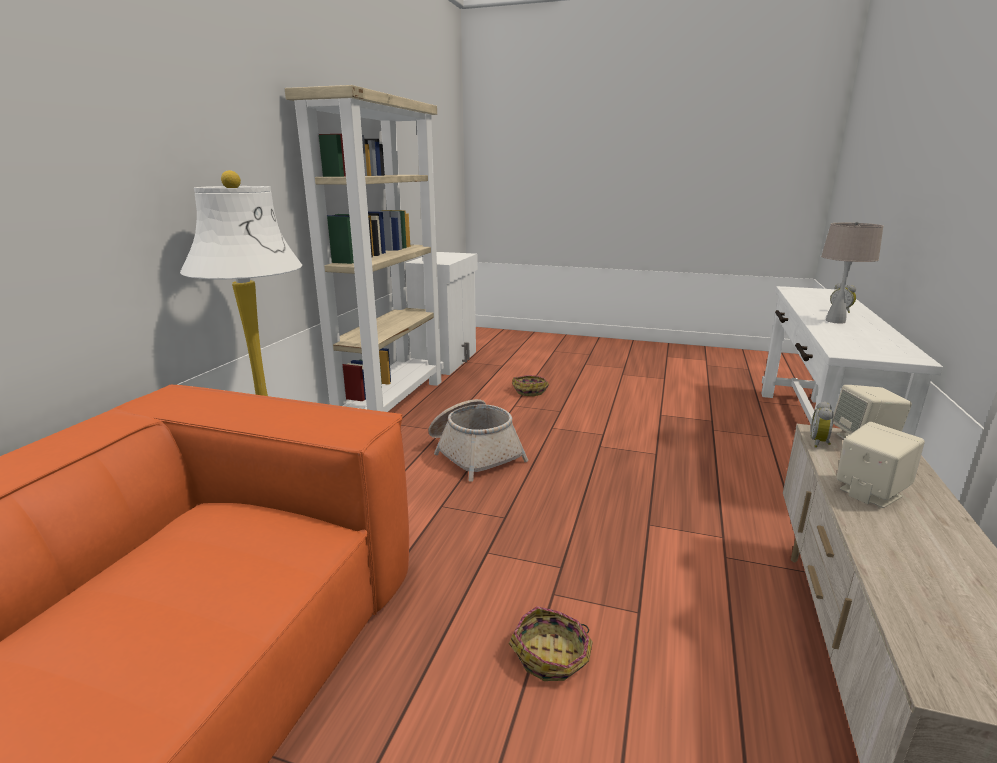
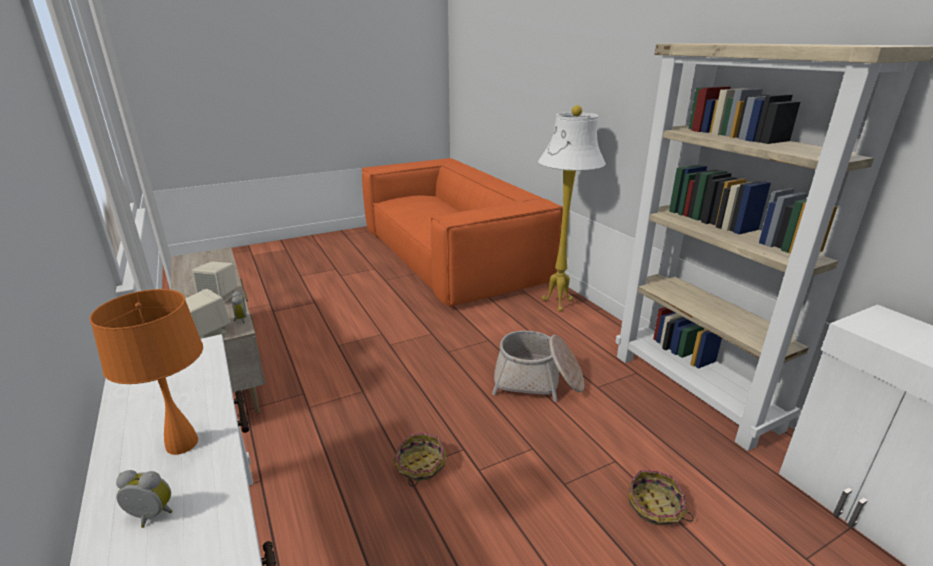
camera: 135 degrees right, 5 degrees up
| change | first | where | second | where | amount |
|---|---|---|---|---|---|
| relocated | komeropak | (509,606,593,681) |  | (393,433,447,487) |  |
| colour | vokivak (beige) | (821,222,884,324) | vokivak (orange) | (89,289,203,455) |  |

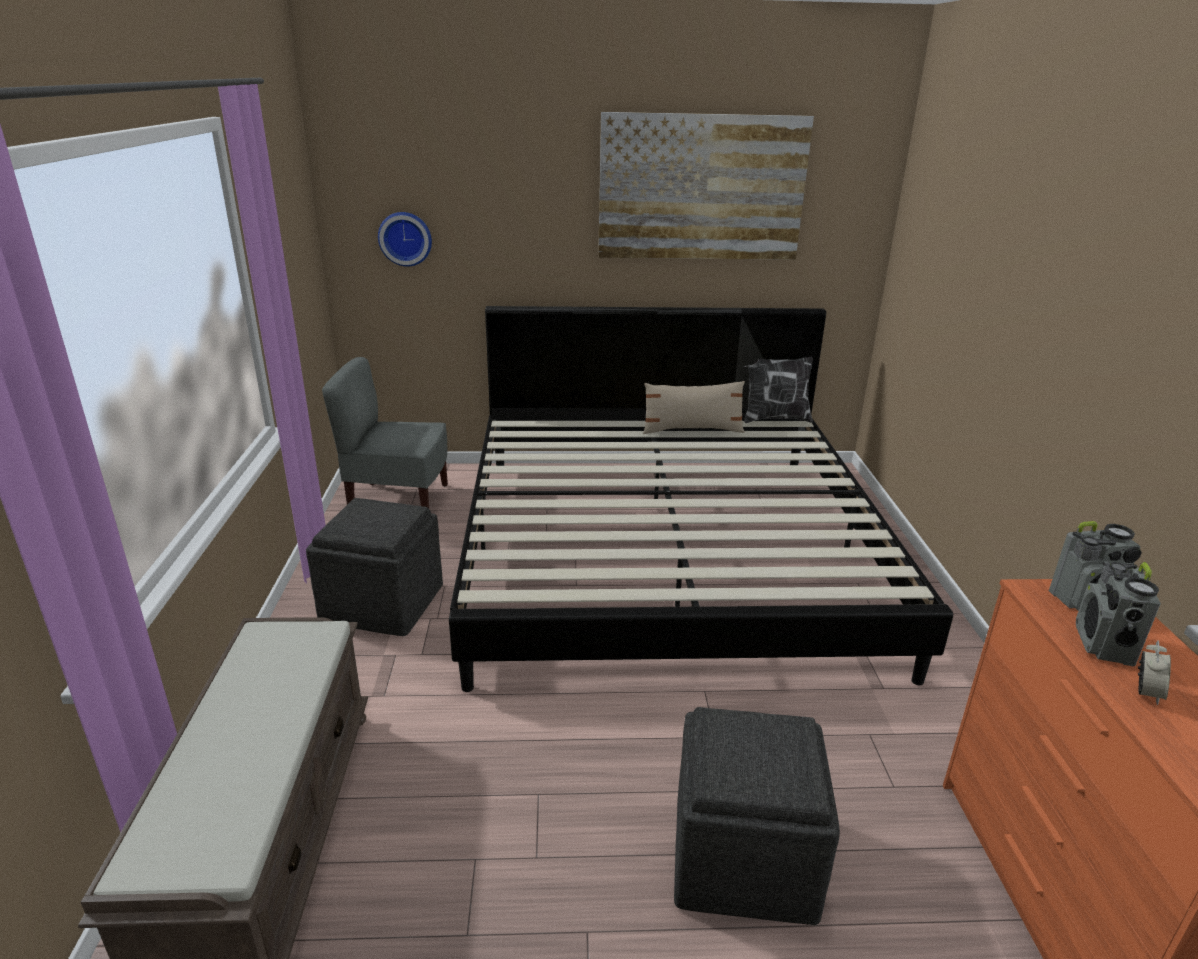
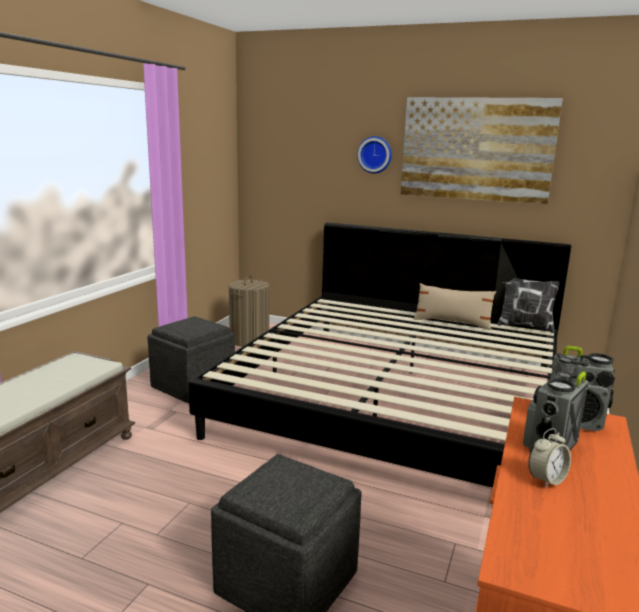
camera: 25 degrees right, 10 degrees down
| change | first | where | second | where | amount |
|---|---|---|---|---|---|
| exchanged | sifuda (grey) | (322,357,448,508) | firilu | (228,275,270,347) |  |
| relocated | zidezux | (378,212,432,267) |  | (357,136,392,174) |  |

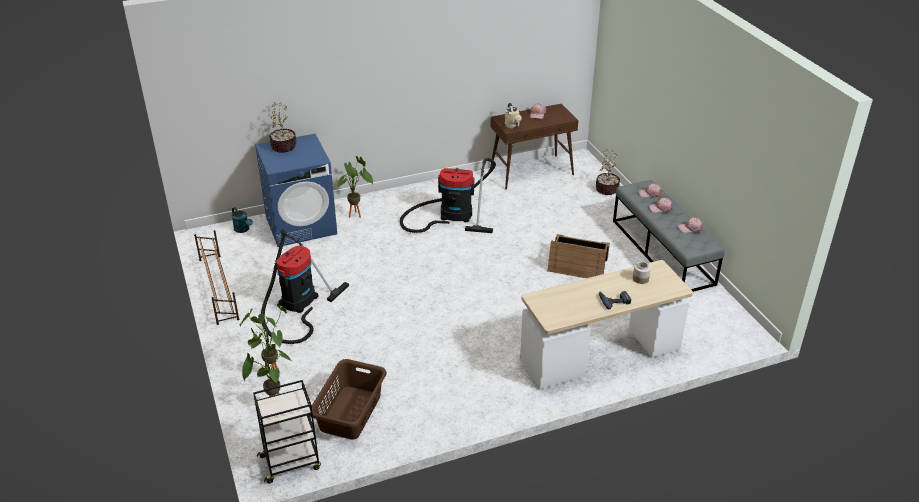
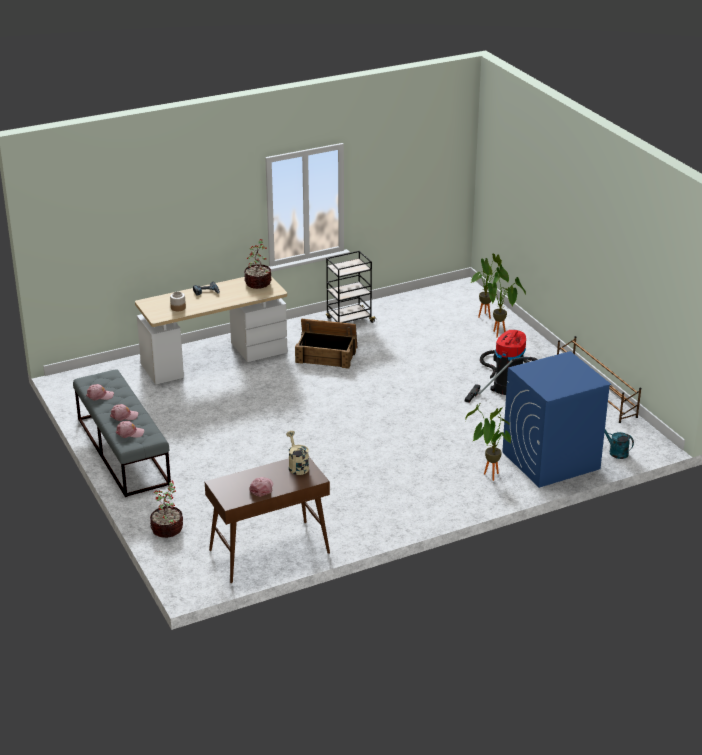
camera: 175 degrees right, 5 degrees down
| change | first | where | second | where | amount |
|---|---|---|---|---|---|
| relocated | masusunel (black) | (253,380,321,483) |  | (326,251,377,323) |  |
| relocated | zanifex | (270,102,297,153) |  | (244,239,271,289) |  |
| missing | firilu (brown) | (310,359,387,440) |  |  |  |
| missing | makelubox | (400,158,496,233) |  |  |  |
| relocated | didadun | (547,234,610,278) |  | (295,319,357,369) |  |

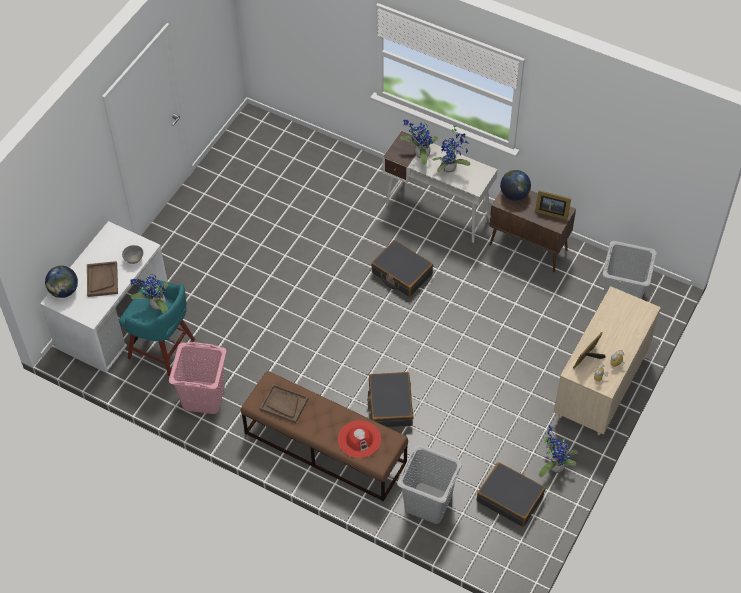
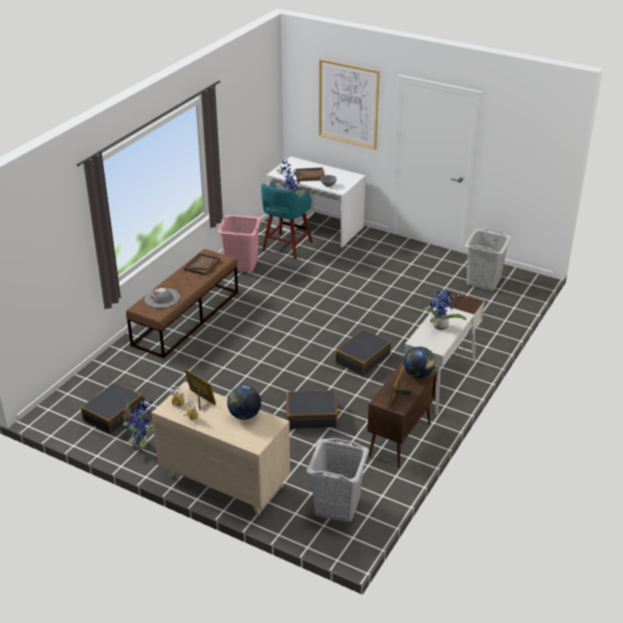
camera: 90 degrees right, 20 degrees down
| change | first | where | second | where | amount |
|---|---|---|---|---|---|
| relocated | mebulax | (45,266,78,298) |  | (227,385,261,420) |  |
| colour | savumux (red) | (338,420,381,458) | savumux (grey) | (144,288,180,308) |  |
| relocated | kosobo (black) | (367,372,413,427) |  | (286,390,338,429) |  |
| relocated | firilu (grey) | (397,444,463,524) |  | (465,228,512,291) |  |
| missing | zanifex | (400,119,438,165) |  |  |  |
| appeared |  |  | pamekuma | (319,59,380,149) |  |

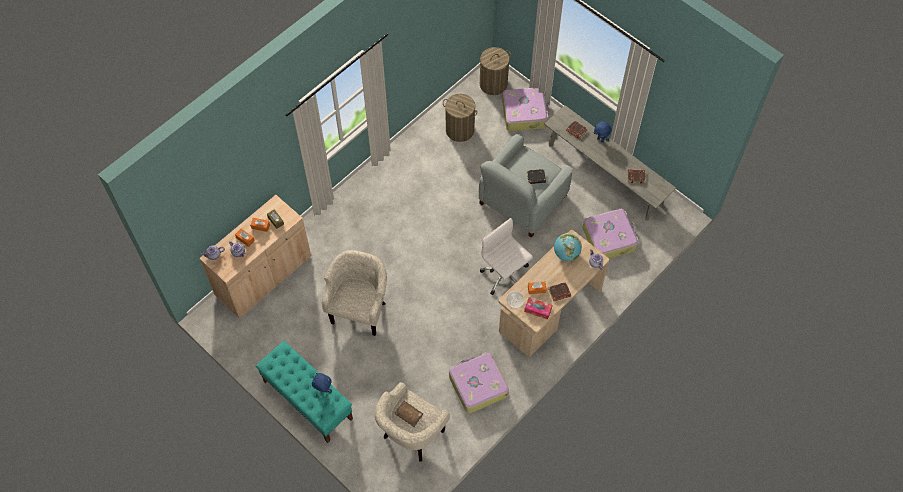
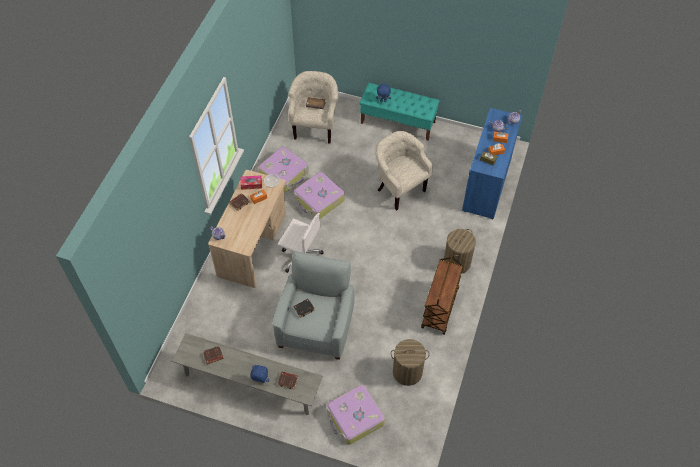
camera: 155 degrees right, 5 degrees down
| change | first | where | second | where | amount |
|---|---|---|---|---|---|
| colour | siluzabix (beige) | (199,195,311,318) | siluzabix (blue) | (462,108,522,219) |  |
| spun | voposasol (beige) | (322,250,387,336) |  | (375,131,433,211) | 150 degrees clockwise |
| relocated | firilu | (478,47,511,95) |  | (444,229,476,274) |  |
| missing | mebulax | (554,233,582,261) |  |  |  |
| relocated | kosobo | (582,209,639,259) |  | (294,172,345,219) |  |
| appeared |  |  | masusunel (brown) | (421,253,463,335) |  |

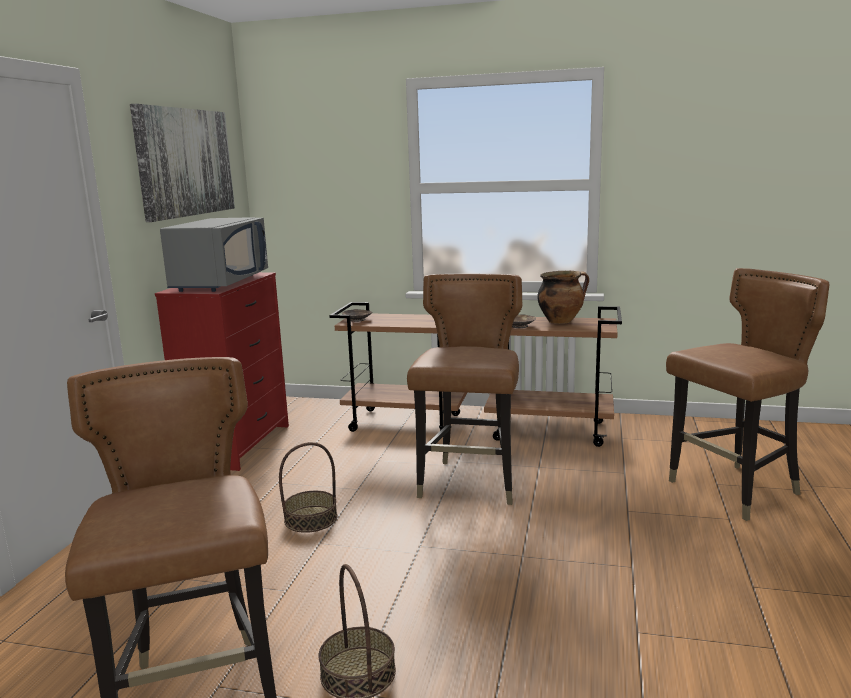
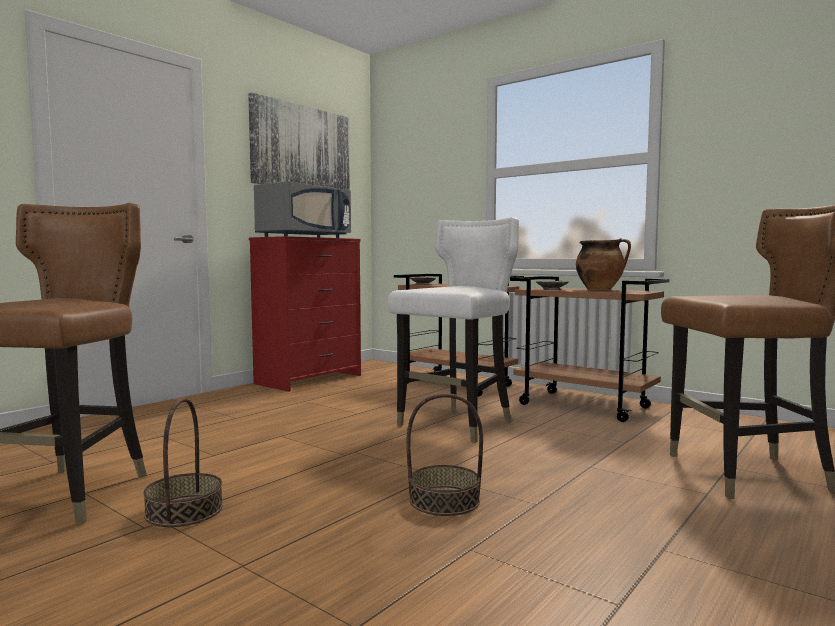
camera: 25 degrees right, 10 degrees down
| change | first | where | second | where | amount |
|---|---|---|---|---|---|
| relocated | komeropak | (279,442,337,533) |  | (406,393,483,516) |  |
| colour | sifuda (brown) | (407,274,522,505) | sifuda (white) | (388,217,519,443) |  |

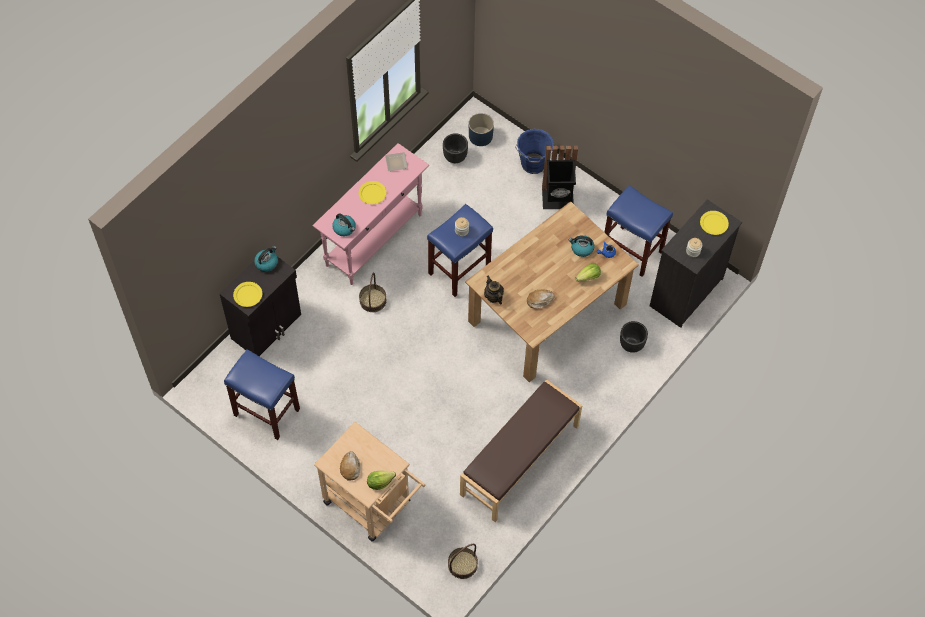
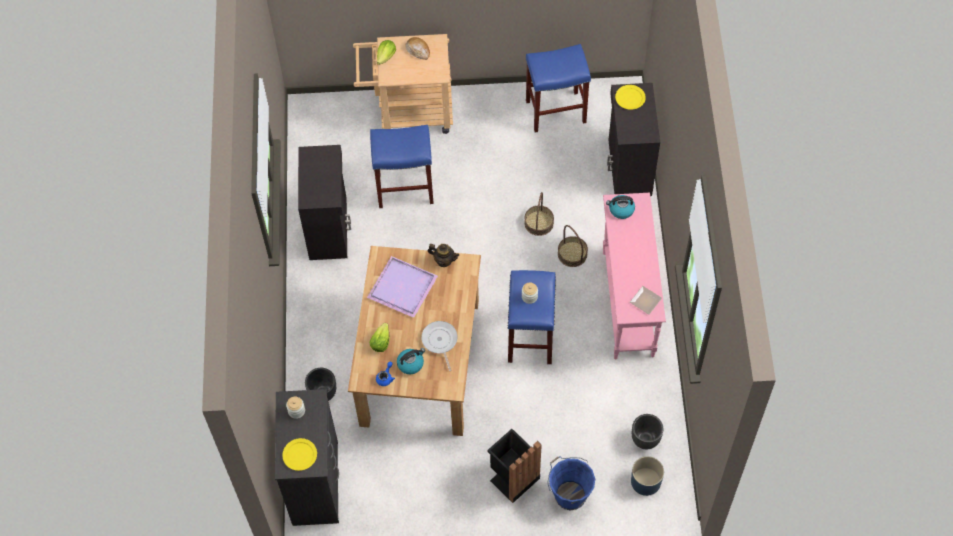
camera: 140 degrees right, 0 degrees up
| change | first | where | second | where | amount |
|---|---|---|---|---|---|
| missing | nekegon | (254,246,278,272) |  |  |  |
| missing | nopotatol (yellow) | (359,181,386,204) |  |  |  |
| relocated | komeropak | (448,544,478,579) |  | (524,192,554,236) |  |
| exchanged | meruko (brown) | (460,379,582,522) | siluzabix (black) | (298,145,351,260) |  |
| exchanged | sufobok | (527,289,555,309) | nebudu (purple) | (367,256,438,318) |  |
| relocated | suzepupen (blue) | (604,185,673,277) |  | (370,125,434,208) |  |
| appeared |  |  | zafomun | (421,321,458,371) |  |

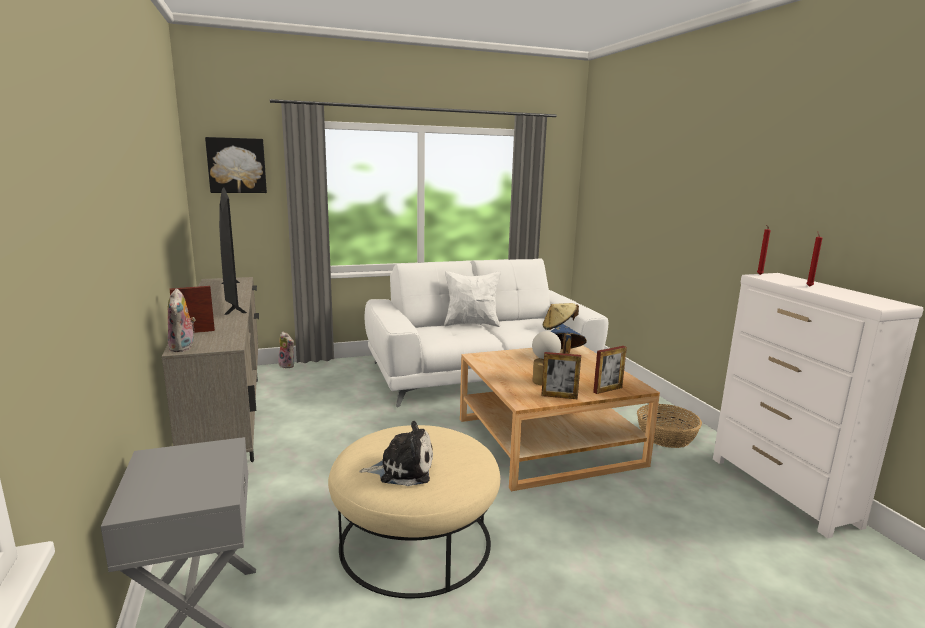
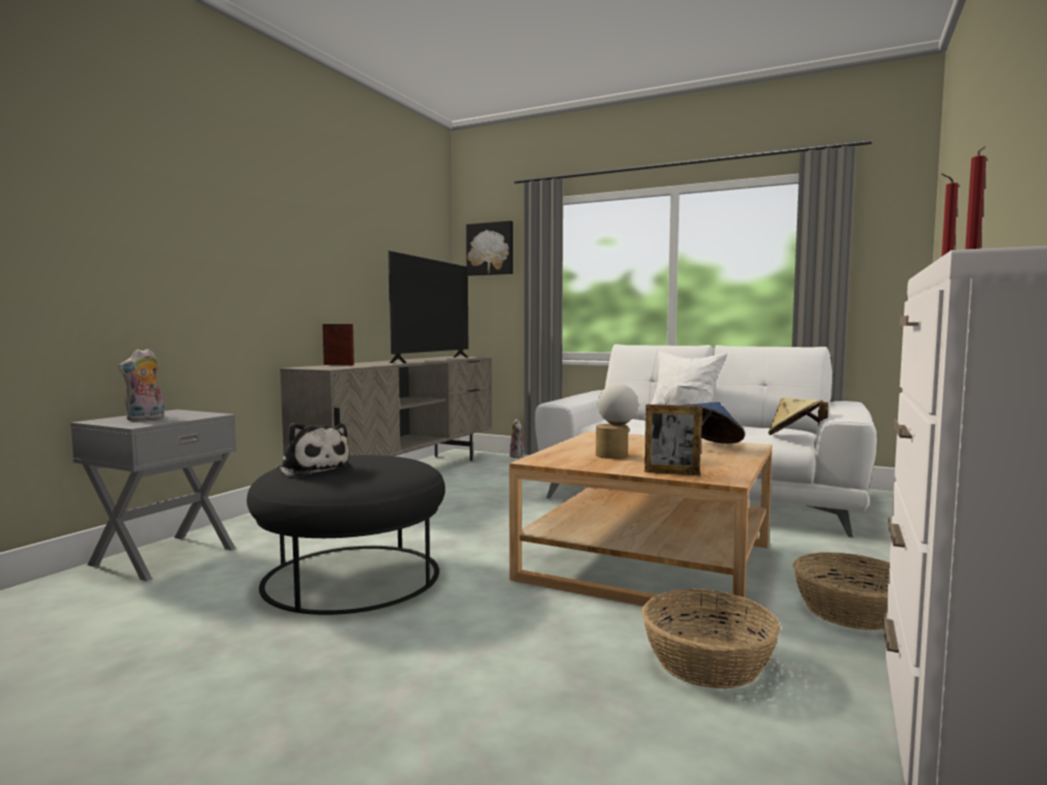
camera: 45 degrees right, 10 degrees down
| change | first | where | second | where | amount |
|---|---|---|---|---|---|
| relocated | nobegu | (168,288,196,352) |  | (118,349,164,421) |  |
| colour | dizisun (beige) | (328,425,500,598) | dizisun (black) | (247,455,445,615) |  |
| missing | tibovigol | (541,352,581,400) |  |  |  |
| appeared |  |  | komeropak | (642,589,781,689) |  |

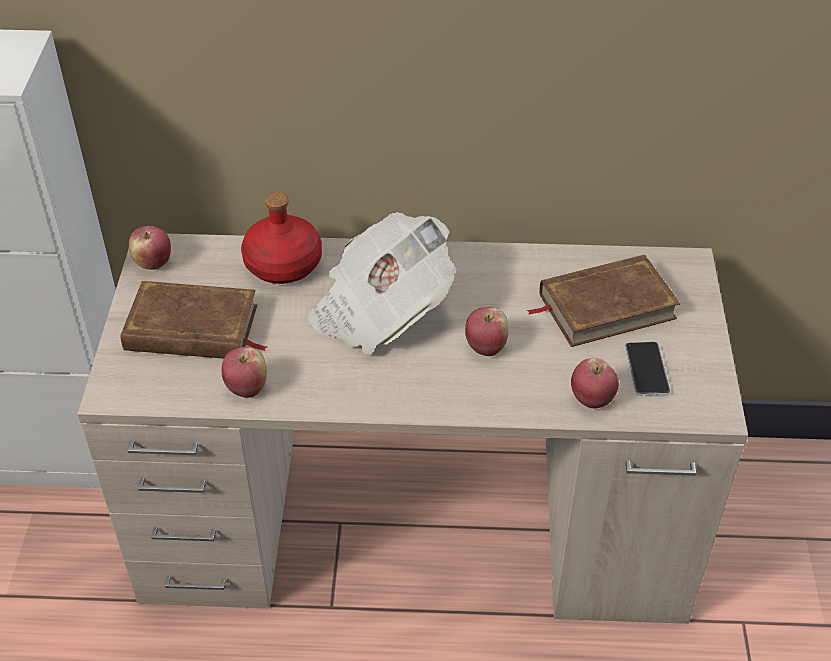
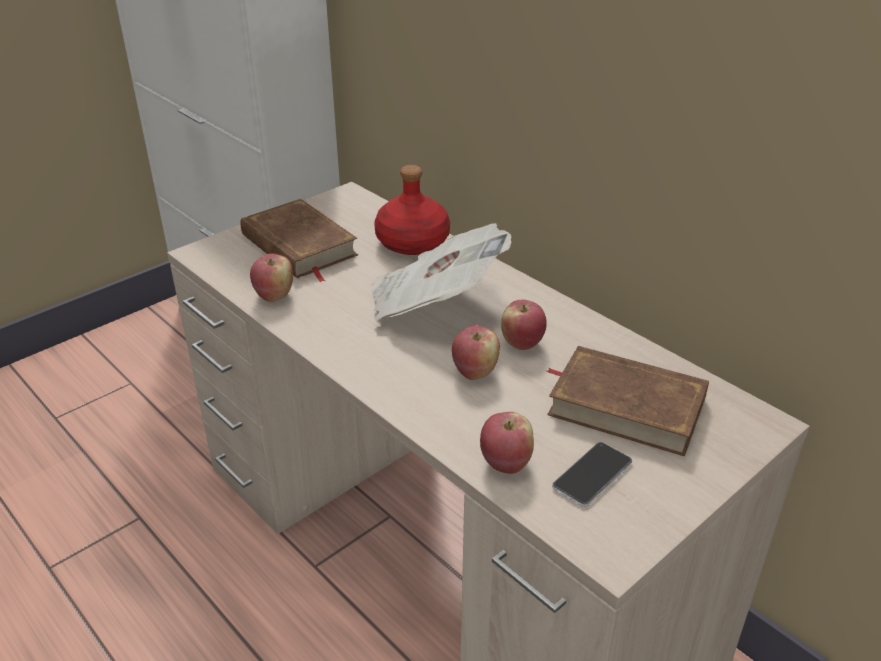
camera: 45 degrees right, 10 degrees down
| change | first | where | second | where | amount |
|---|---|---|---|---|---|
| relocated | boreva | (129,226,171,270) |  | (501,300,547,350) |  |

